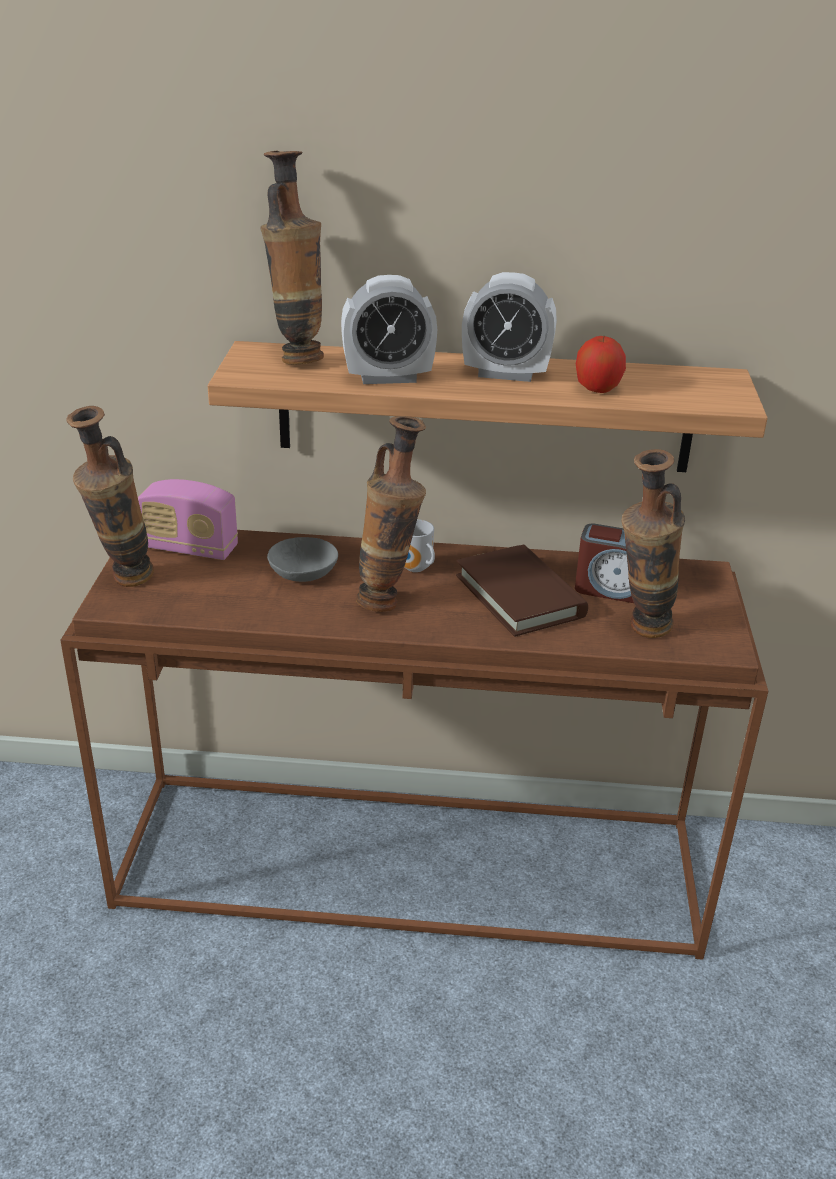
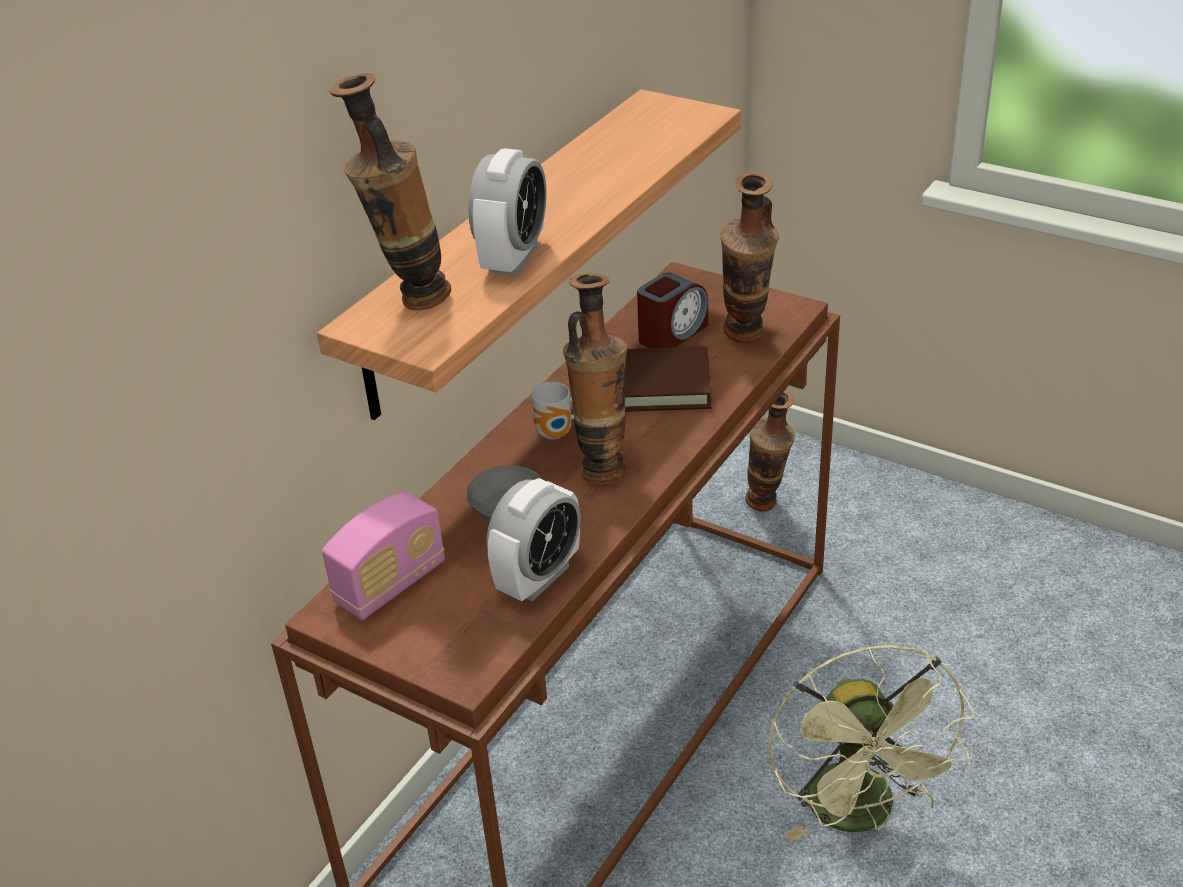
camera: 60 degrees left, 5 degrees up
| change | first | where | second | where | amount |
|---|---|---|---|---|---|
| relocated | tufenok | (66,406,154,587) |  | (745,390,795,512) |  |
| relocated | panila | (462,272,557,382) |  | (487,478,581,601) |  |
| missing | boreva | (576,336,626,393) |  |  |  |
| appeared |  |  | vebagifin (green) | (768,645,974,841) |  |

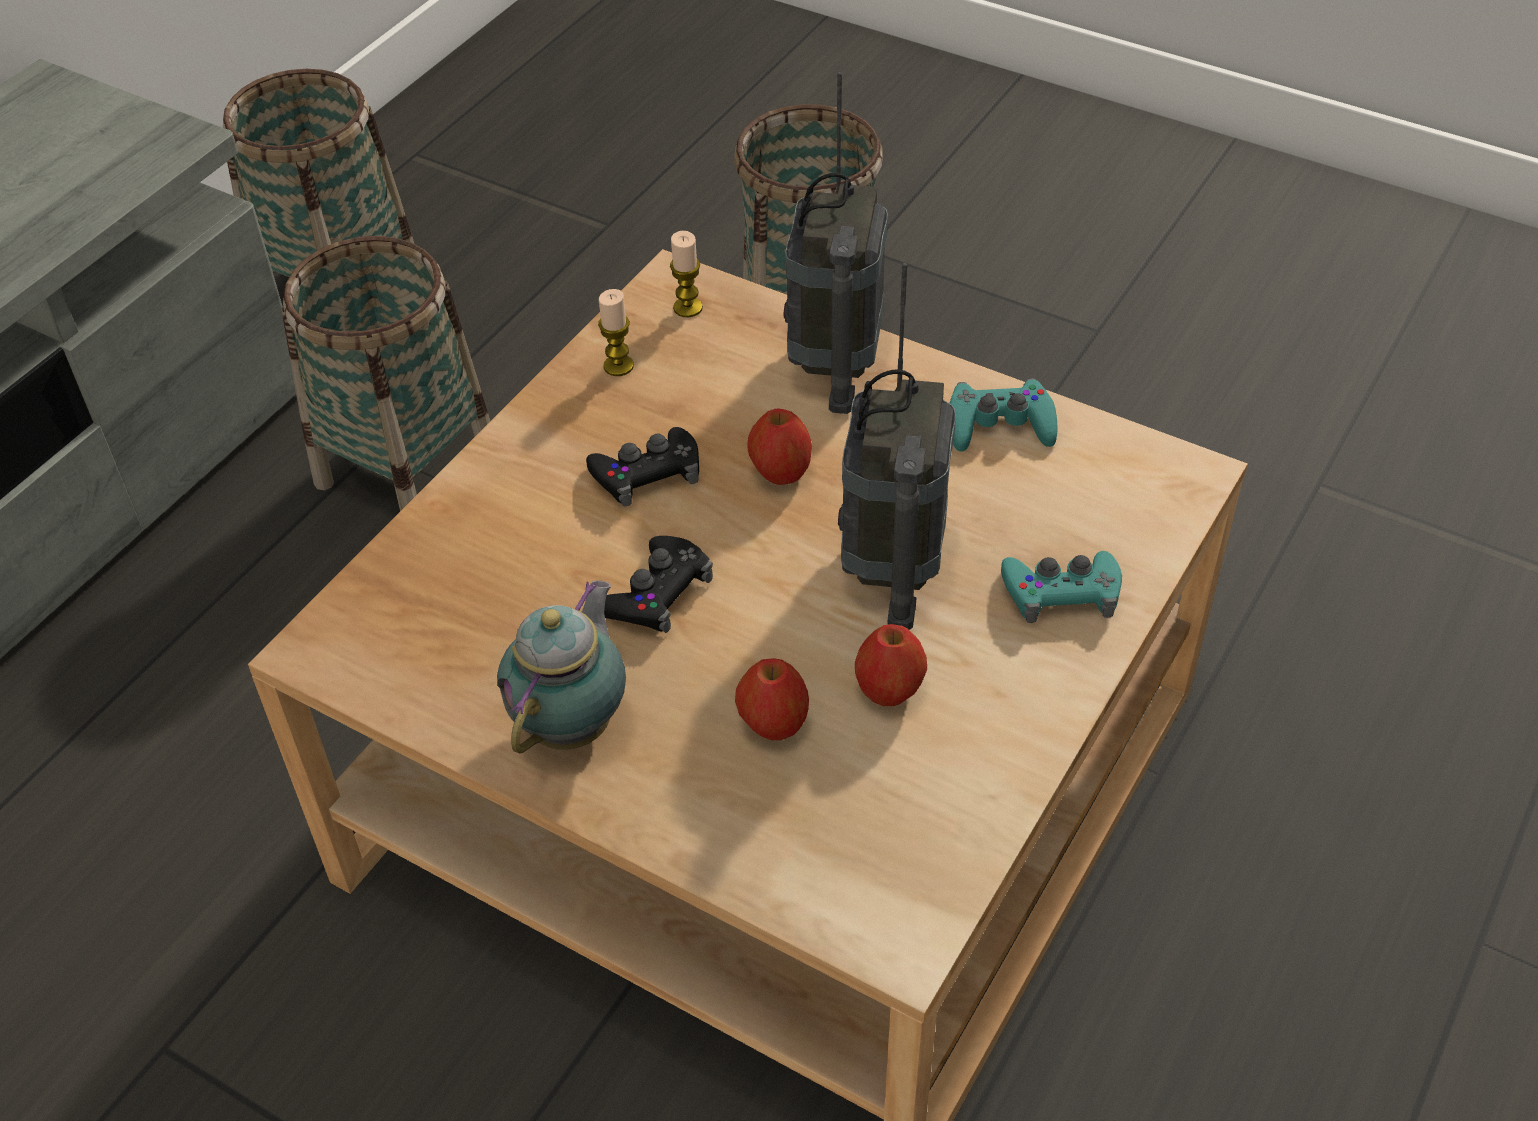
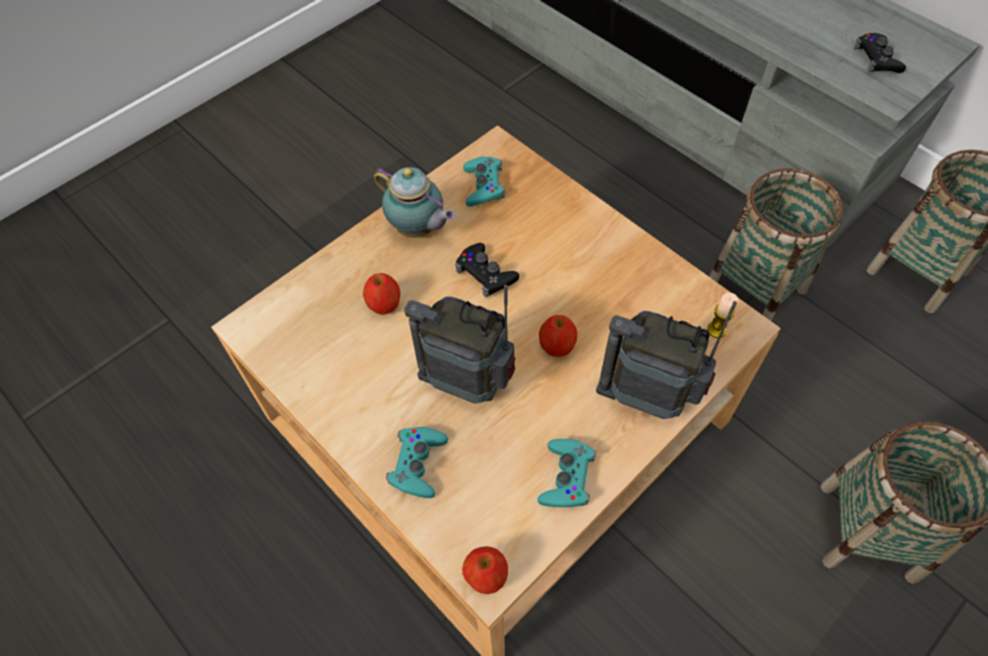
camera: 105 degrees right, 10 degrees up
| change | first | where | second | where | amount |
|---|---|---|---|---|---|
| relocated | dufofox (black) | (586,427,699,506) |  | (854,33,906,73) |  |
| missing | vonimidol | (598,289,634,376) |  |  |  |
| relocated | boreva | (855,624,927,706) |  | (462,546,508,594) |  |
| appeared |  |  | dufofox (turquoise) | (463,157,505,206) |  |

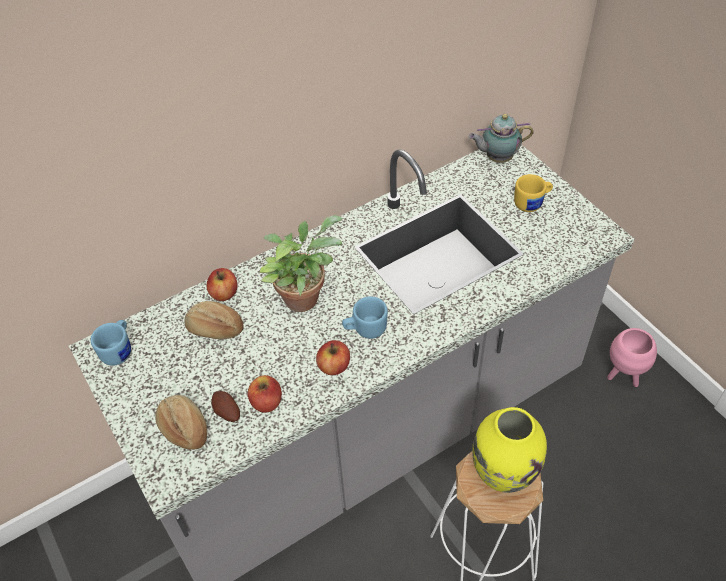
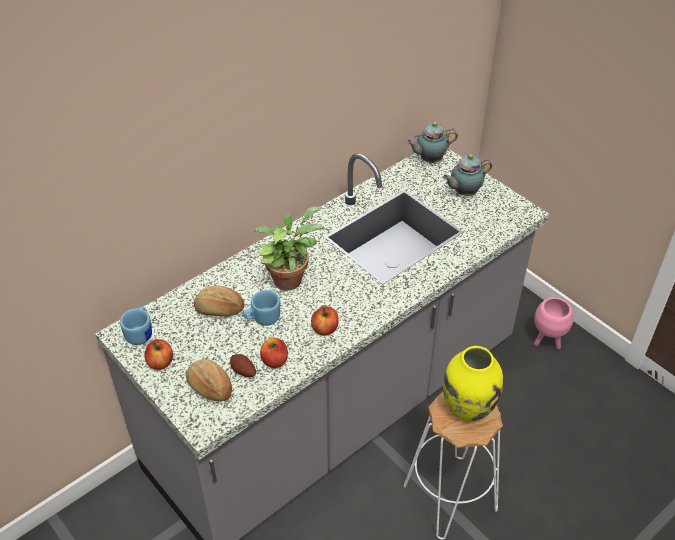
camera: 10 degrees left, 5 degrees down
| change | first | where | second | where | amount |
|---|---|---|---|---|---|
| relocated | boreva | (207,268,238,301) |  | (144,339,173,370) |  |
| relocated | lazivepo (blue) | (342,296,388,339) |  | (242,290,280,326) |  |
| exchanged | lazivepo (yellow) | (514,174,553,212) | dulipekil | (442,154,492,196) |  |

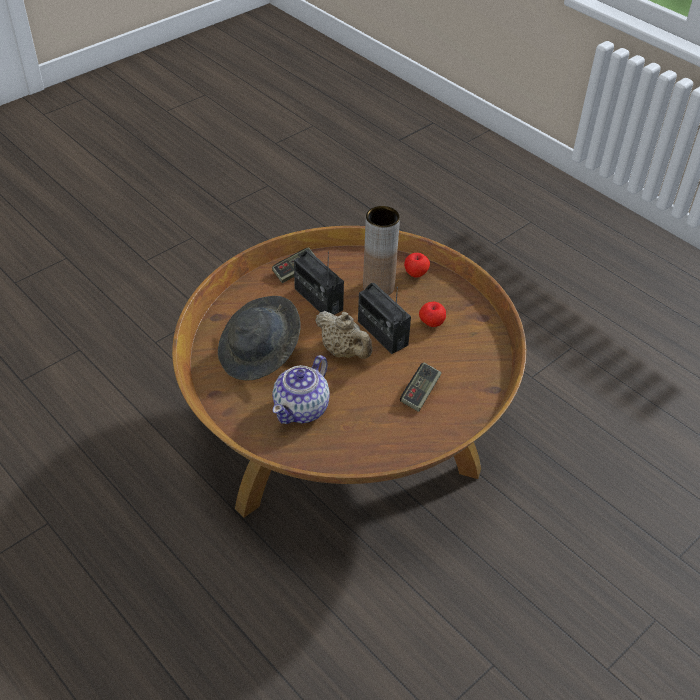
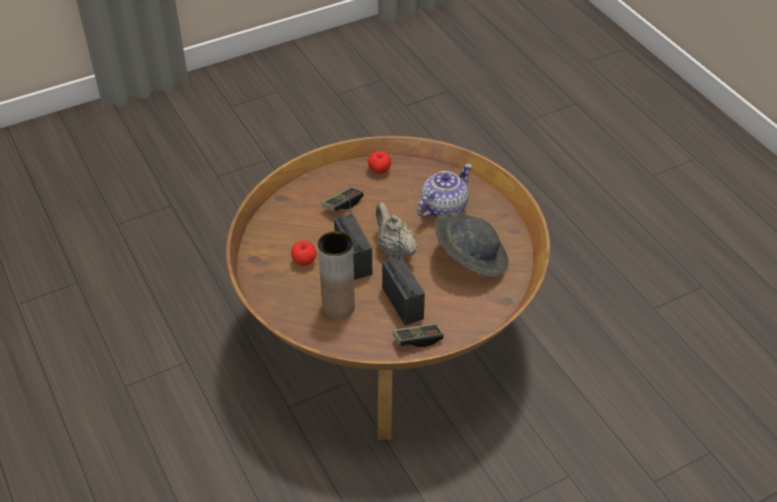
camera: 165 degrees left, 0 degrees up
| change | first | where | second | where | amount |
|---|---|---|---|---|---|
| relocated | boreva | (404,253,430,278) |  | (368,151,391,174) |  |

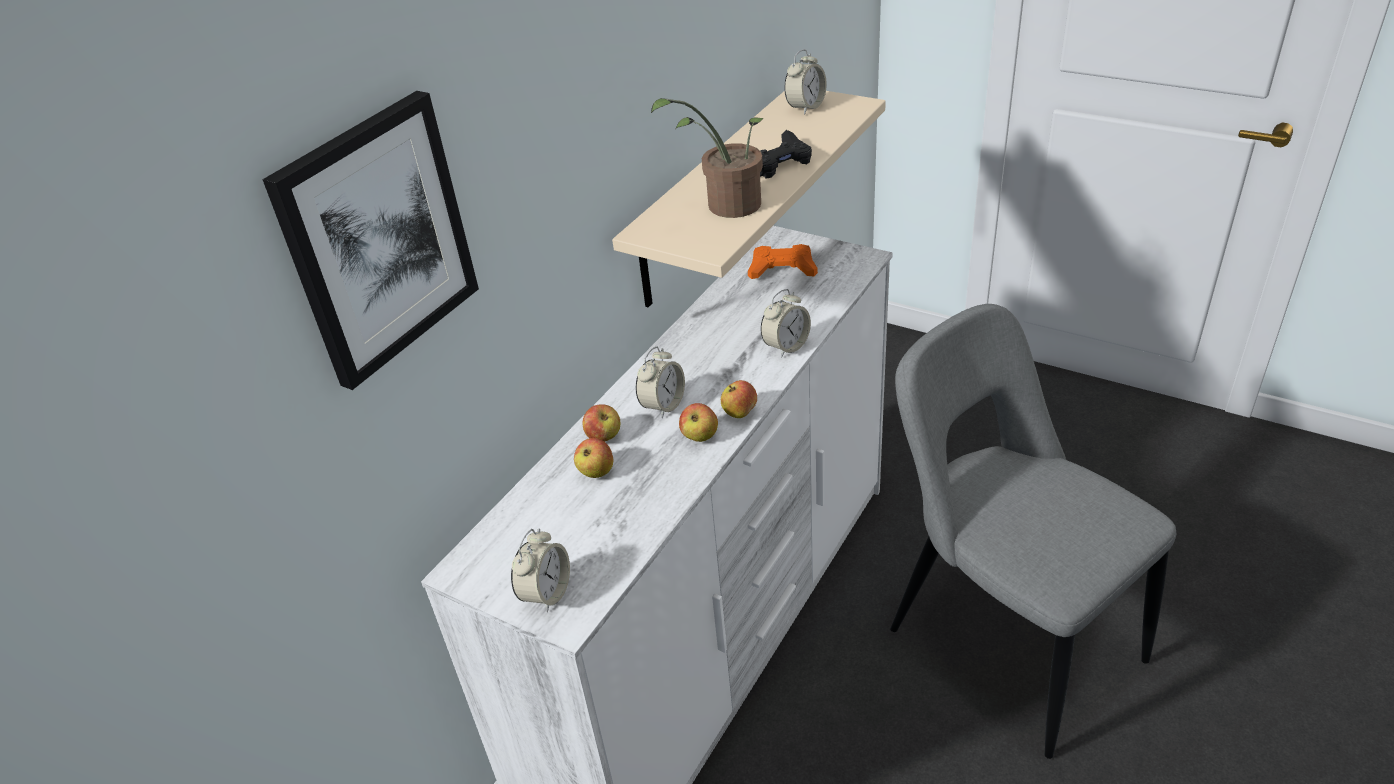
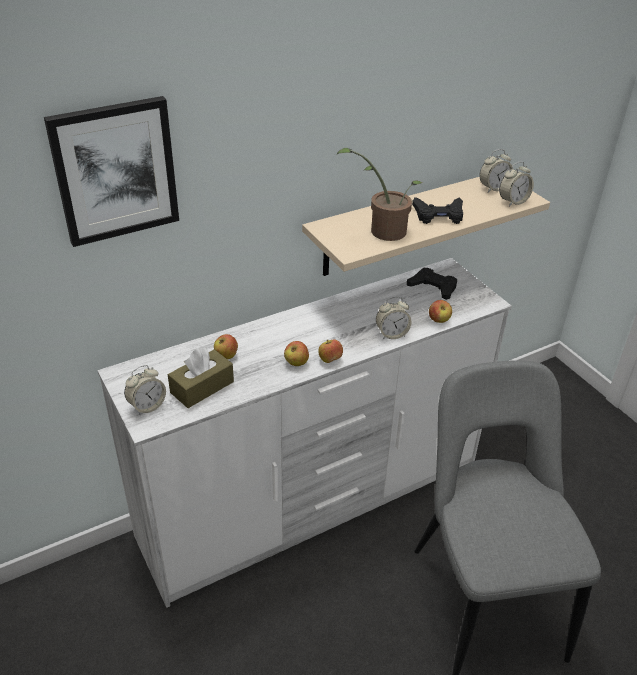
camera: 25 degrees right, 0 degrees up
| change | first | where | second | where | amount |
|---|---|---|---|---|---|
| relocated | boreva | (582,404,620,442) |  | (429,300,452,323) |  |
| relocated | panila | (636,346,685,418) |  | (499,162,534,207) |  |
| colour | dufofox (orange) | (748,244,818,279) | dufofox (black) | (407,268,457,300) |  |
| appeared |  |  | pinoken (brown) | (168,347,234,408) |  |

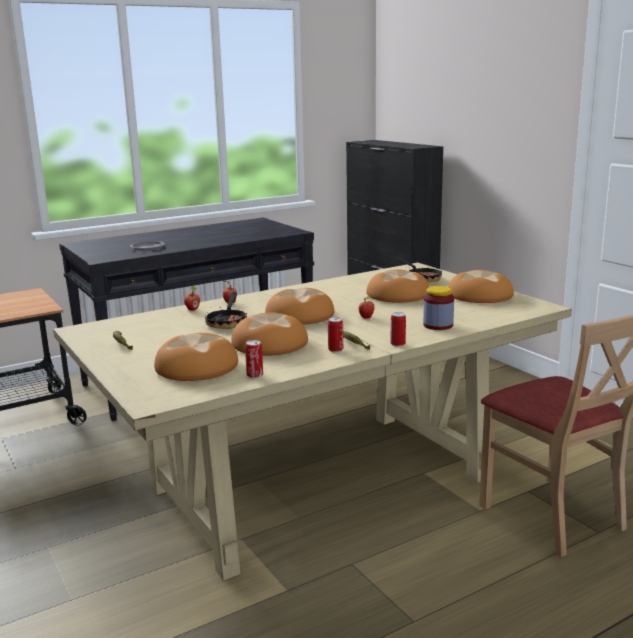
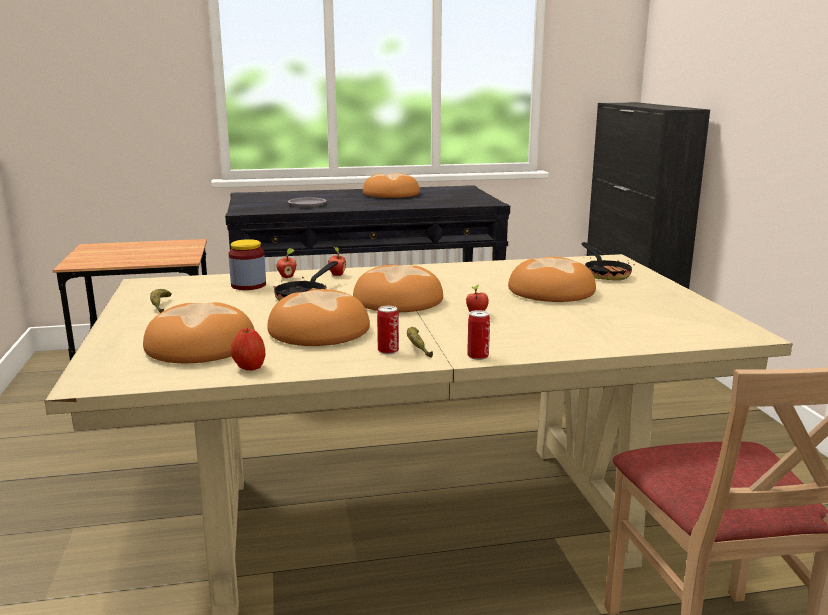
camera: 20 degrees right, 0 degrees up
| change | first | where | second | where | amount |
|---|---|---|---|---|---|
| exchanged | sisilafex | (245,340,263,378) | boreva | (231,328,265,371) |  |
| relocated | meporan | (423,286,454,330) |  | (229,239,266,290) |  |
| relocated | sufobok | (448,270,514,303) |  | (363,173,420,198) |  |

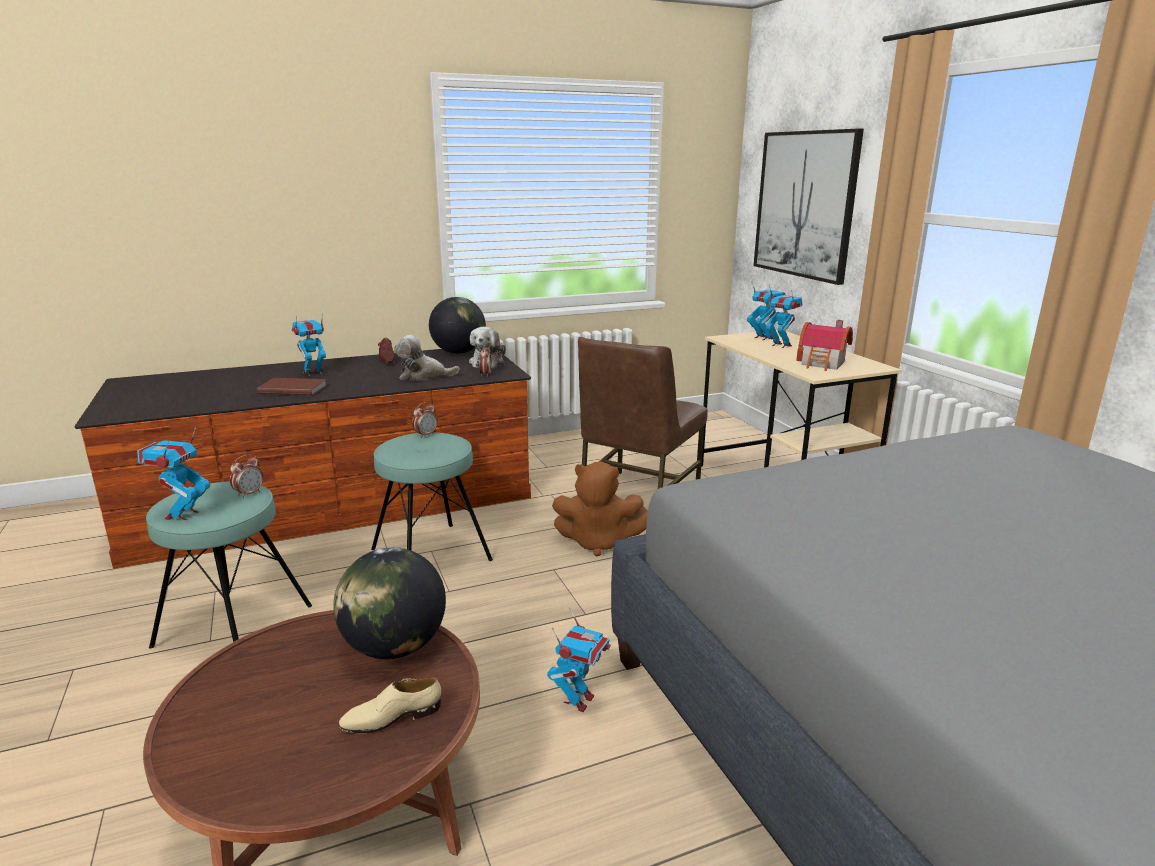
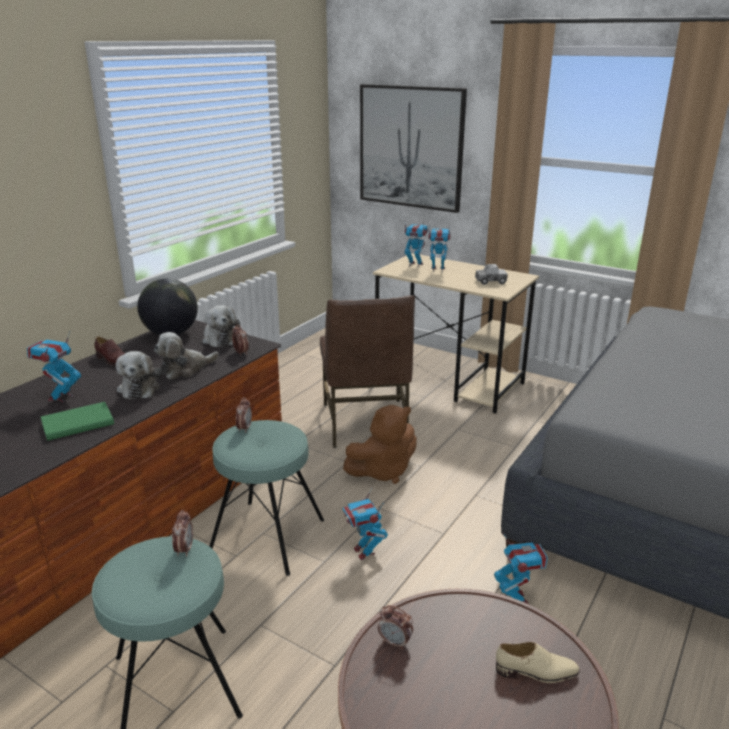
camera: 35 degrees left, 5 degrees up
| change | first | where | second | where | amount |
|---|---|---|---|---|---|
| relocated | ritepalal | (137,427,210,520) |  | (343,487,388,560) |  |
| colour | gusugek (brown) | (257,378,327,396) | gusugek (green) | (41,402,114,441) |  |
| missing | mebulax | (333,547,446,659) |  |  |  |
| spun | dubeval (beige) | (339,677,441,733) |  | (496,642,580,683) | 120 degrees counterclockwise |
| exchanged | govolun | (796,320,853,371) | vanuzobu | (475,264,508,285) |  |
| appeared |  |  | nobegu | (116,351,161,400) |  |
| appeared |  |  | panila | (378,605,413,650) |  |

